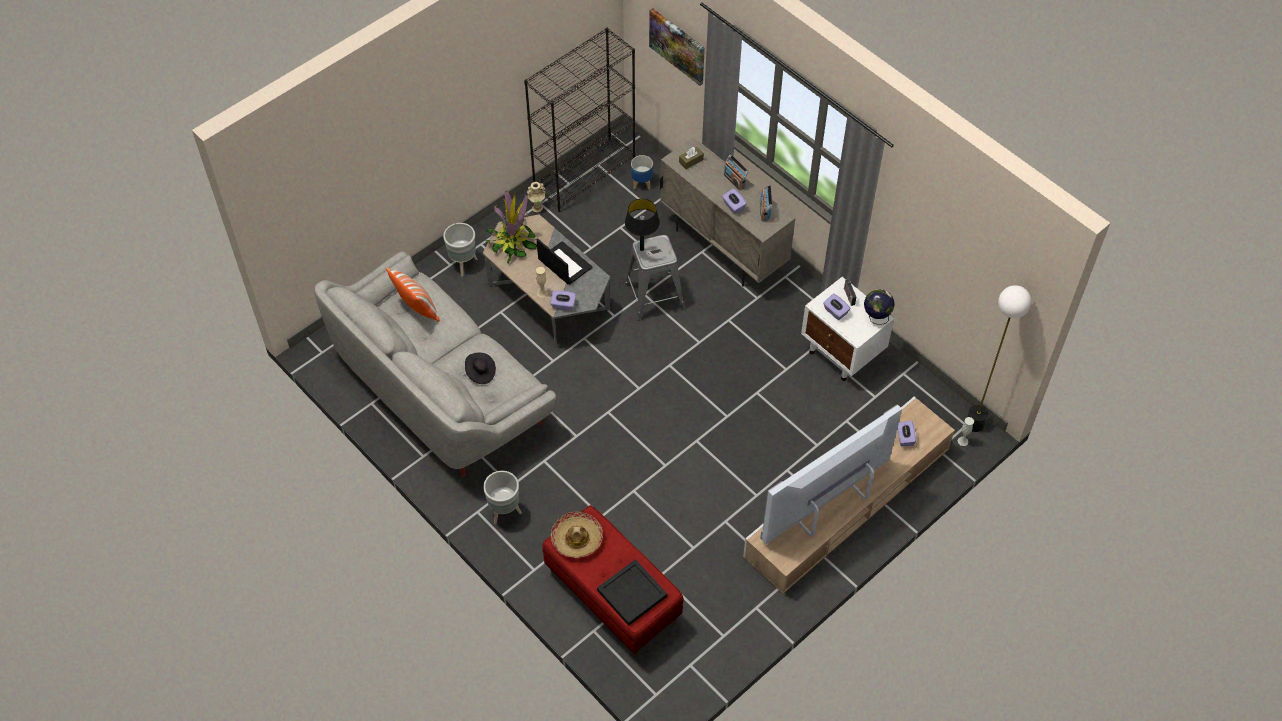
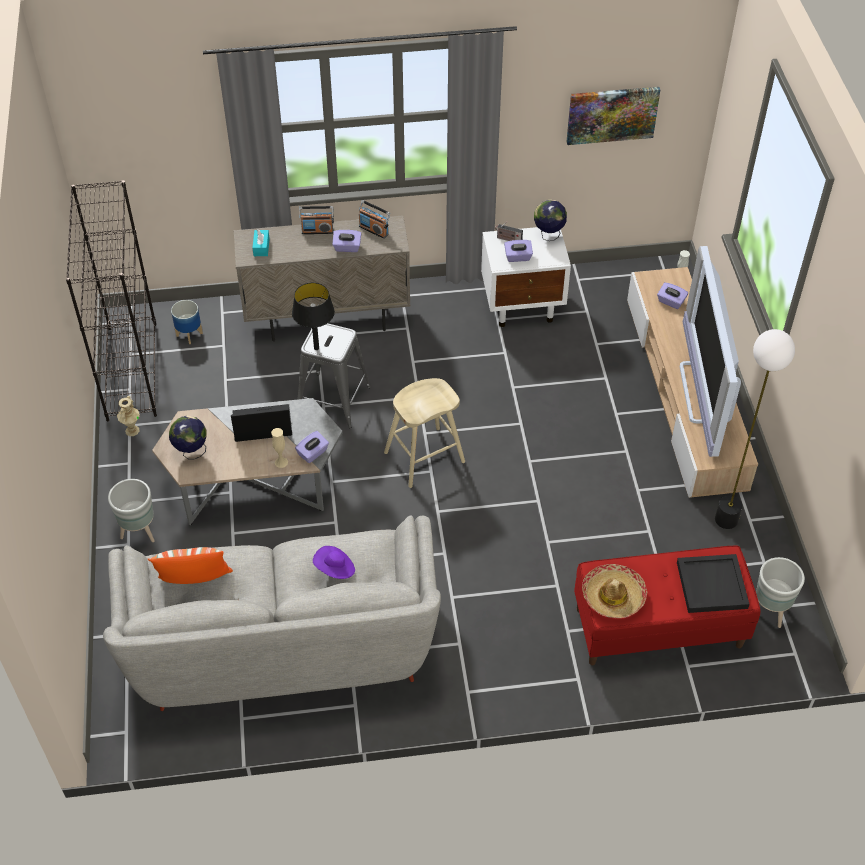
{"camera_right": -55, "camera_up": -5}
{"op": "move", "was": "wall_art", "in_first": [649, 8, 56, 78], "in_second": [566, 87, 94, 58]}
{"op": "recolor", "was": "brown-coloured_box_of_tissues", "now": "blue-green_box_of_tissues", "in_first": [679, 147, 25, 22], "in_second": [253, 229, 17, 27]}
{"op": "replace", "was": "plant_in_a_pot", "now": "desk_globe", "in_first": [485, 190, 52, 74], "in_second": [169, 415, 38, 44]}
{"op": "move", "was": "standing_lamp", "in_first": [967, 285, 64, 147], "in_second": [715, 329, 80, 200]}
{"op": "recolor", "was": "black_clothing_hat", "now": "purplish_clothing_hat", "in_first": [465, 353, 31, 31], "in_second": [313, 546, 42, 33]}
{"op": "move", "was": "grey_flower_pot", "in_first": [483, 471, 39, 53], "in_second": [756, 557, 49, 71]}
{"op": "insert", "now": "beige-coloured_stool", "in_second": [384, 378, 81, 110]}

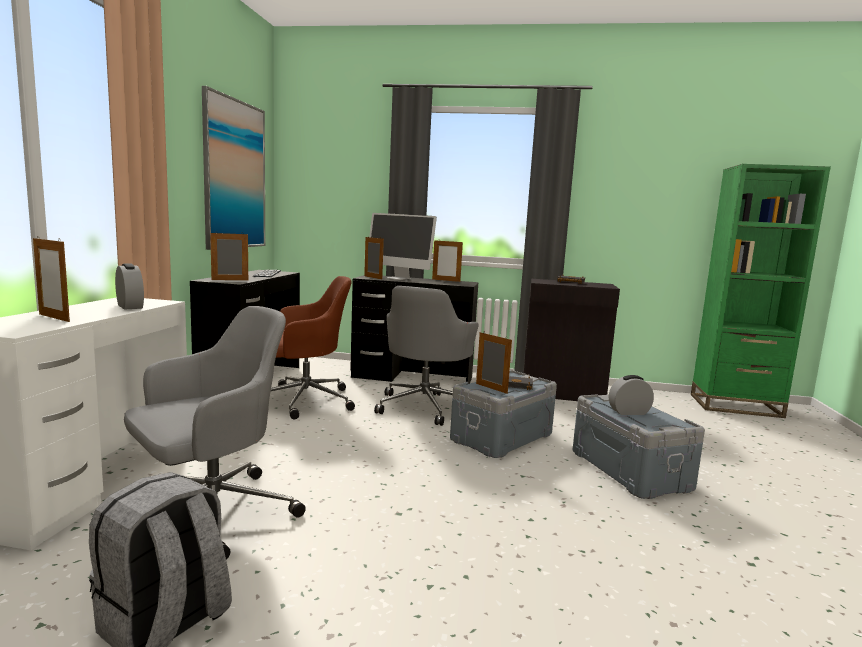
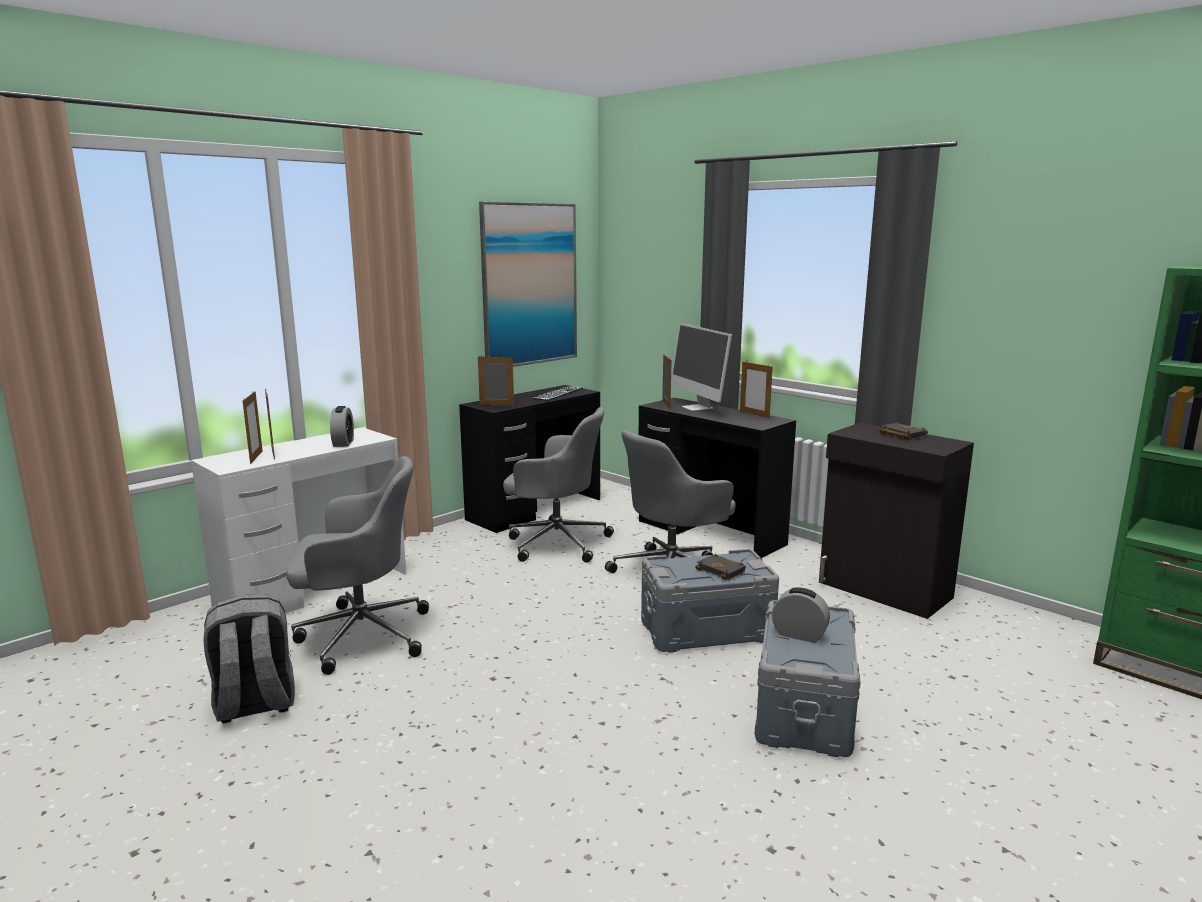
{"camera_right": 35, "camera_up": 5}
{"op": "recolor", "was": "brown-coloured_desk_chair", "now": "grey_desk_chair", "in_first": [271, 276, 84, 144], "in_second": [503, 407, 111, 156]}
{"op": "move", "was": "picture_frame", "in_first": [476, 332, 36, 62], "in_second": [243, 390, 20, 74]}

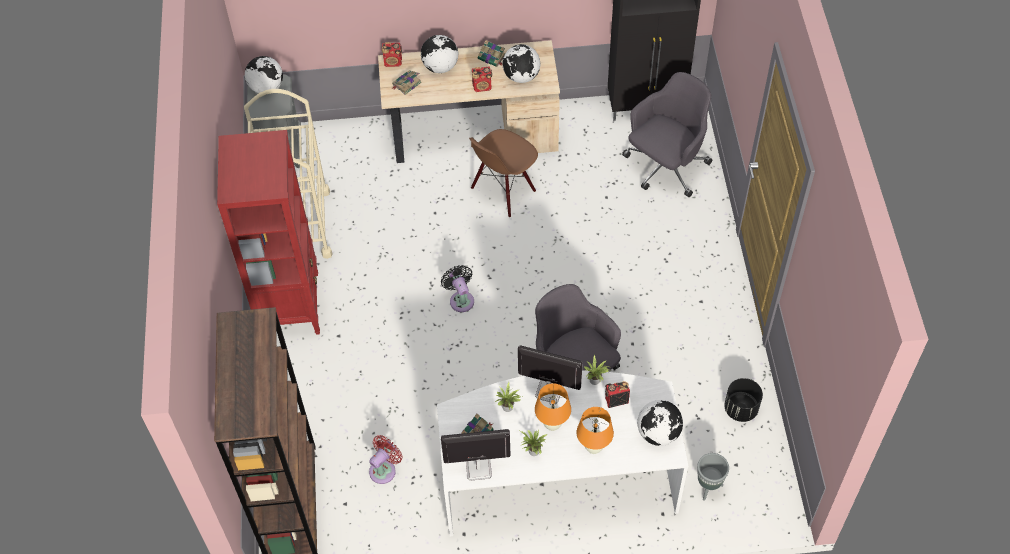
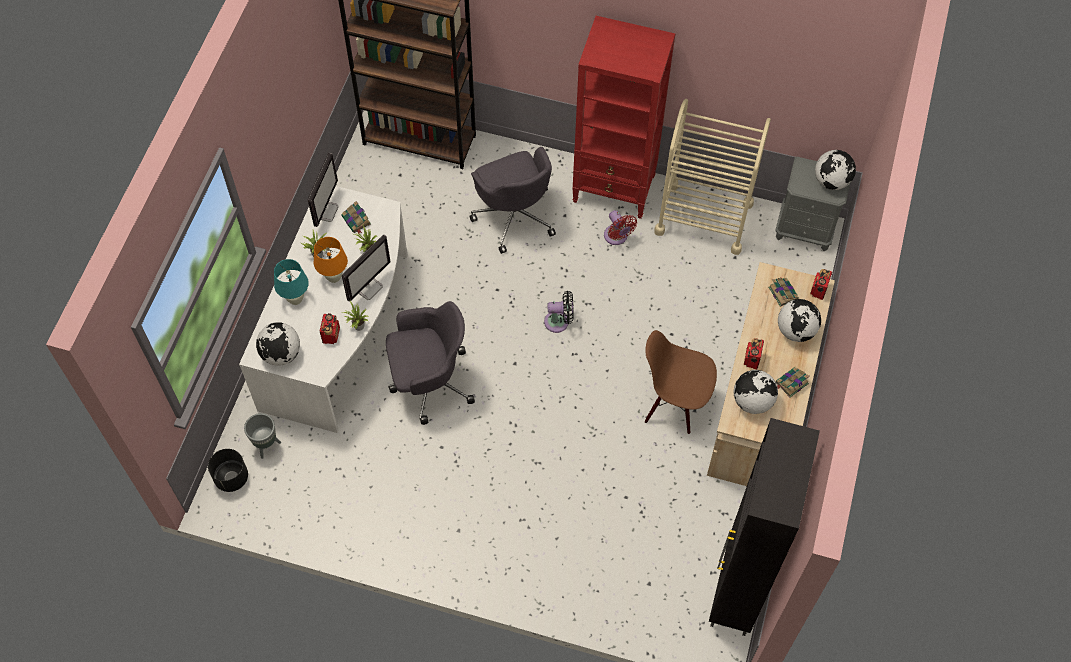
{"camera_right": 110, "camera_up": 5}
{"op": "move", "was": "grey_desk_chair", "in_first": [622, 72, 90, 125], "in_second": [470, 147, 86, 107]}
{"op": "rotate", "was": "brown-coloured_upright_chair", "in_first": [469, 129, 69, 88], "in_second": [645, 330, 72, 104], "clockwise": -45}
{"op": "move", "was": "black_flower_pot", "in_first": [724, 378, 39, 44], "in_second": [208, 449, 40, 43]}
{"op": "recolor", "was": "orangey_tabletop_lamp", "now": "blue-green_tabletop_lamp", "in_first": [577, 407, 37, 47], "in_second": [274, 259, 35, 46]}
{"op": "move", "was": "red-coloured_cooling_fan", "in_first": [369, 435, 33, 49], "in_second": [604, 210, 33, 35]}

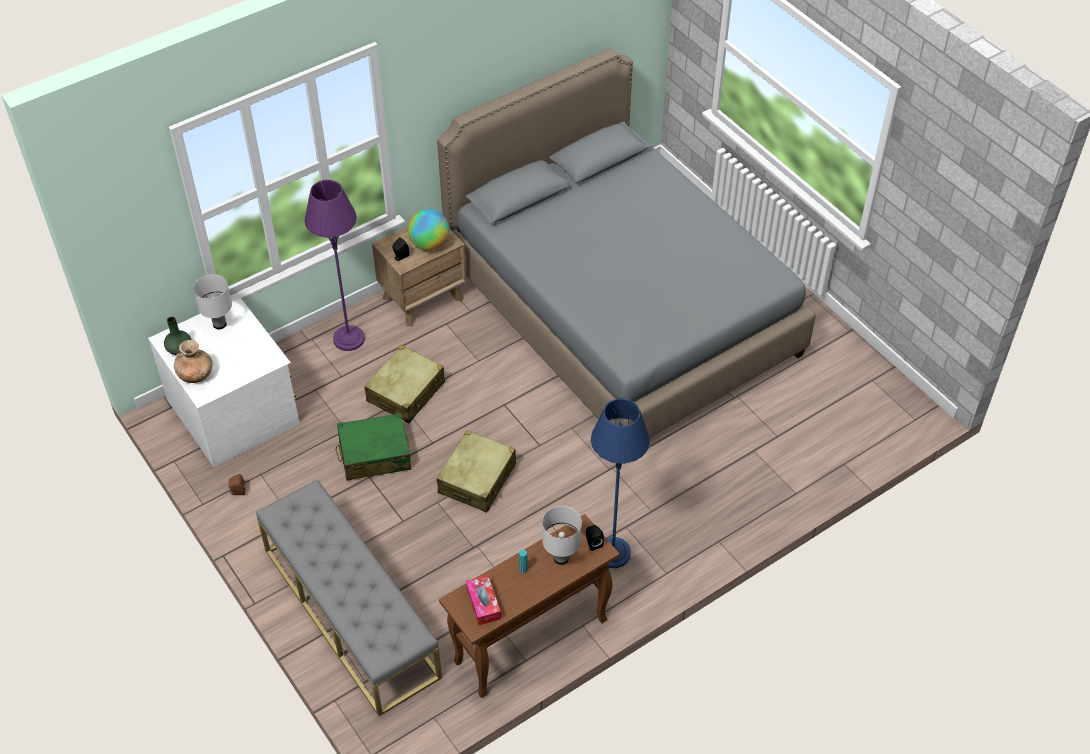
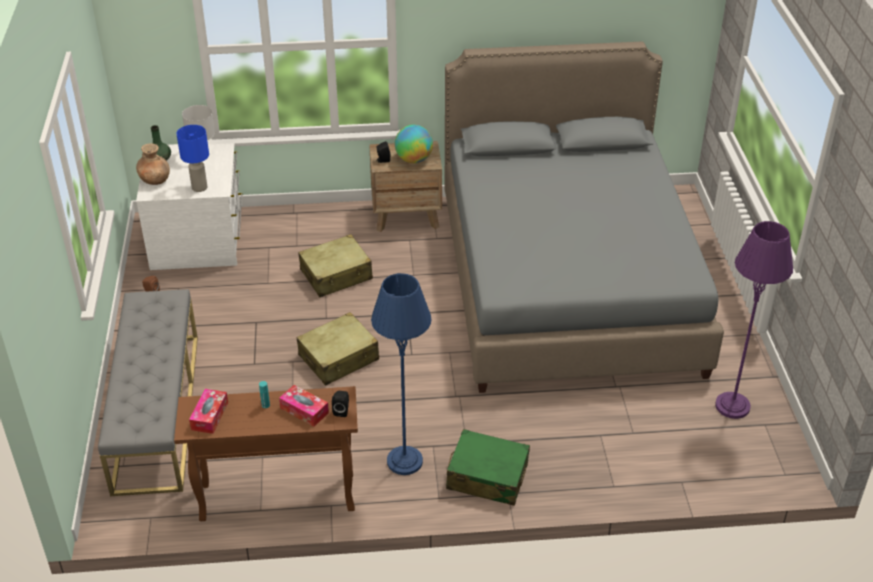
{"camera_right": 30, "camera_up": -10}
{"op": "move", "was": "purplish_standing_lamp", "in_first": [304, 180, 61, 171], "in_second": [715, 221, 78, 198]}
{"op": "move", "was": "green-coloured_suitcase", "in_first": [336, 413, 75, 68], "in_second": [446, 429, 84, 77]}
{"op": "replace", "was": "whitish_tabletop_lamp", "now": "box_of_tissues", "in_first": [542, 506, 40, 59], "in_second": [279, 385, 50, 42]}
{"op": "insert", "now": "bluish_tabletop_lamp", "in_second": [177, 125, 32, 67]}

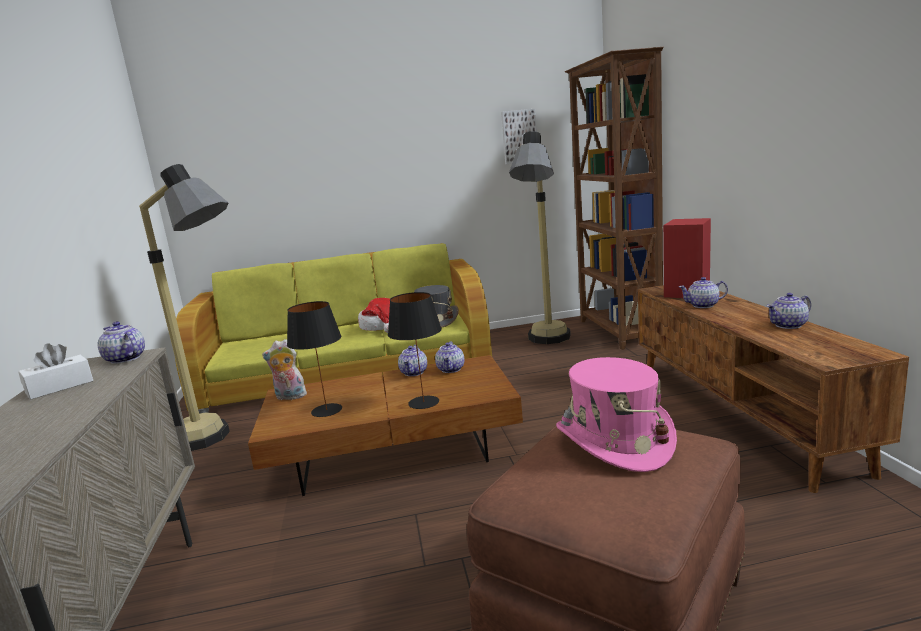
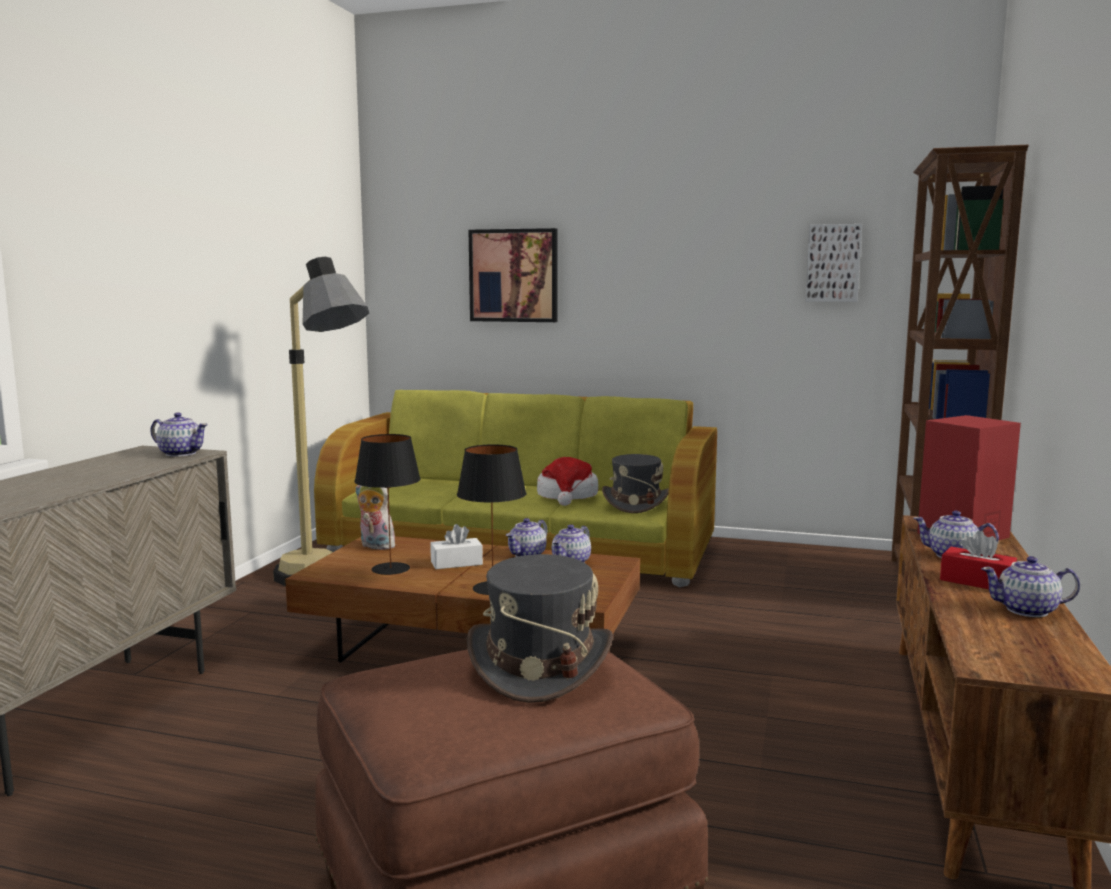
{"camera_right": 25, "camera_up": -5}
{"op": "delete", "was": "standing_lamp", "in_first": [509, 131, 62, 213]}
{"op": "rotate", "was": "pot_for_tea", "in_first": [98, 321, 47, 43], "in_second": [150, 412, 58, 45], "clockwise": 135}
{"op": "move", "was": "whitish_box_of_tissues", "in_first": [18, 344, 75, 55], "in_second": [430, 524, 53, 45]}
{"op": "recolor", "was": "pink-coloured_clothing_hat", "now": "grey_clothing_hat", "in_first": [556, 357, 121, 115], "in_second": [467, 554, 146, 149]}
{"op": "insert", "now": "wall_art", "in_second": [469, 228, 88, 94]}
{"op": "insert", "now": "red-coloured_box_of_tissues", "in_second": [940, 531, 77, 58]}

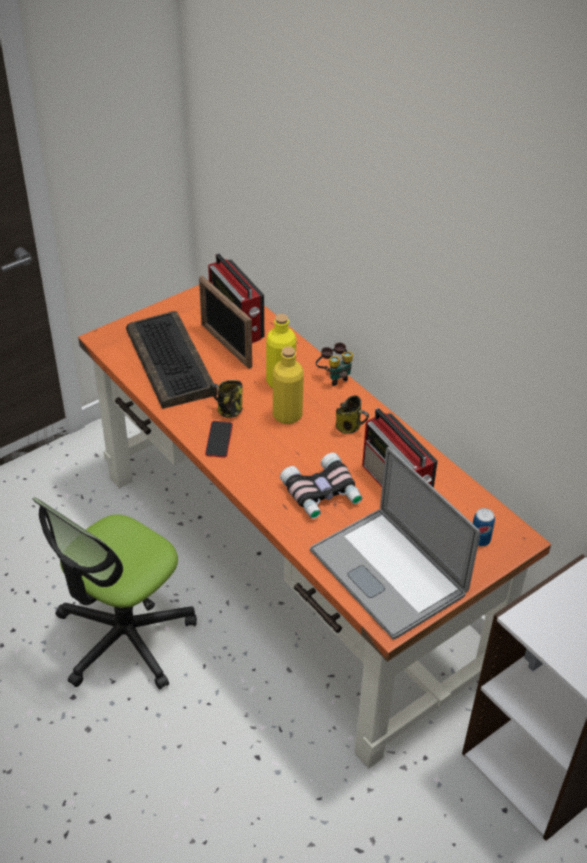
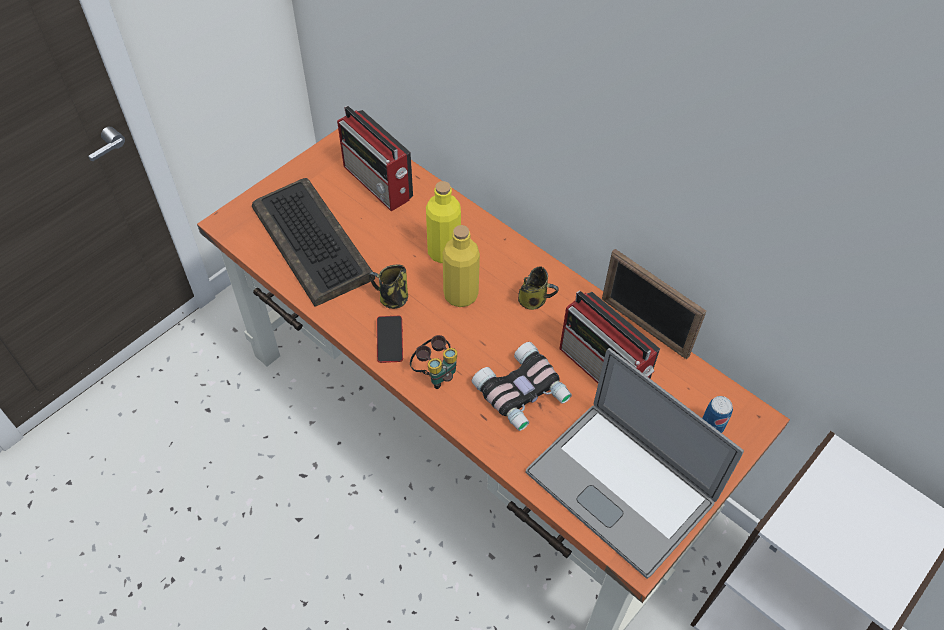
{"camera_right": -10, "camera_up": 10}
{"op": "move", "was": "picture_frame", "in_first": [199, 276, 53, 93], "in_second": [602, 249, 105, 110]}
{"op": "move", "was": "pair_of_binoculars", "in_first": [316, 343, 37, 43], "in_second": [410, 335, 47, 54]}
{"op": "delete", "was": "desk_chair", "in_first": [32, 497, 165, 192]}

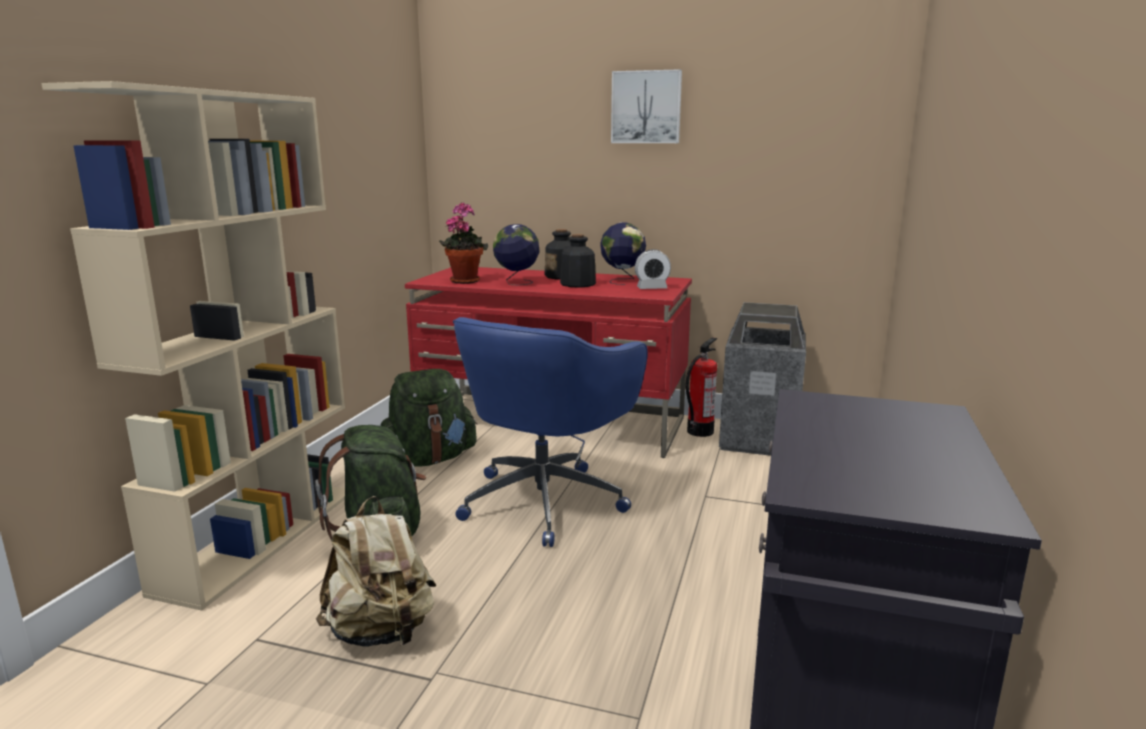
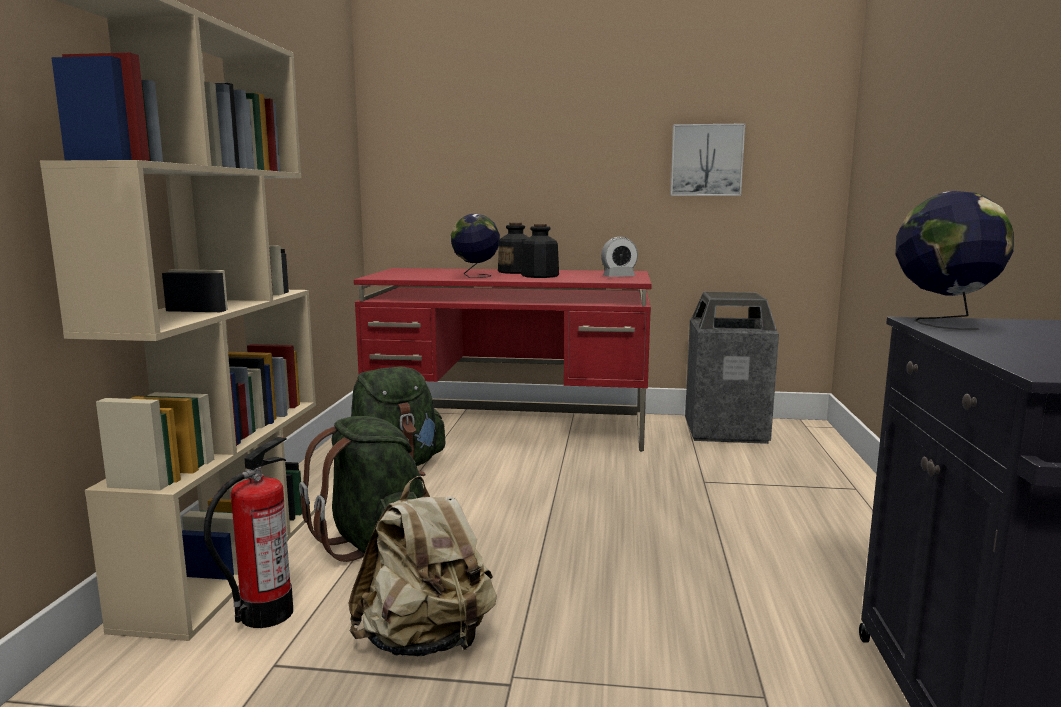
{"camera_right": -10, "camera_up": -5}
{"op": "move", "was": "wall_art", "in_first": [611, 69, 71, 74], "in_second": [670, 123, 75, 73]}
{"op": "delete", "was": "plant_in_a_pot", "in_first": [439, 202, 49, 82]}
{"op": "move", "was": "desk_globe", "in_first": [600, 222, 46, 63], "in_second": [895, 191, 119, 139]}
{"op": "delete", "was": "bluish_desk_chair", "in_first": [453, 317, 195, 230]}
{"op": "move", "was": "fire_extinguisher", "in_first": [685, 337, 33, 100], "in_second": [204, 437, 89, 191]}

